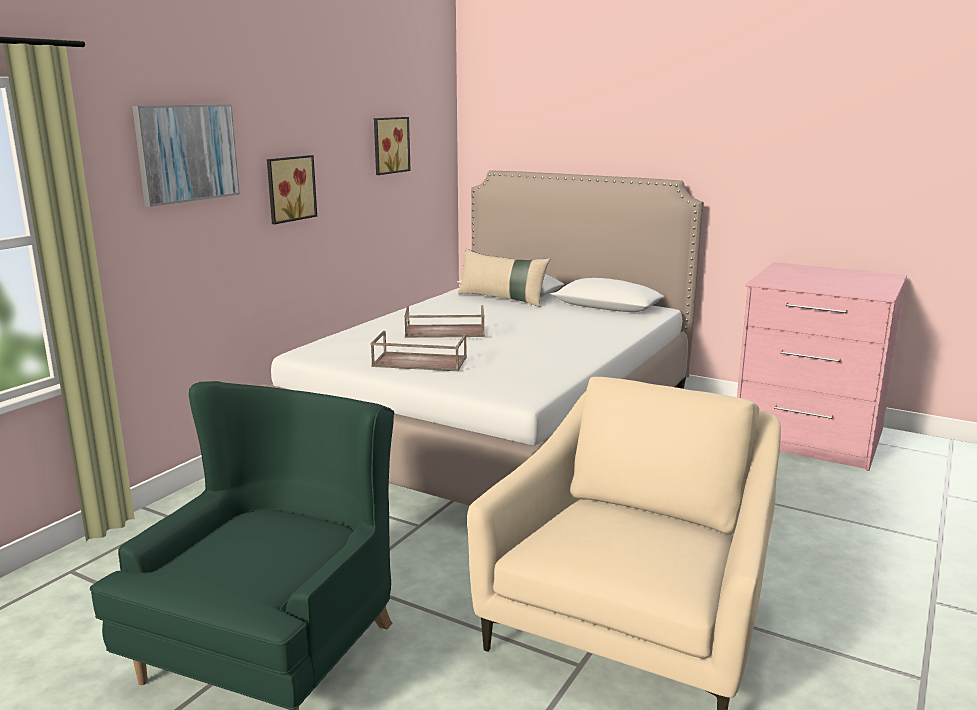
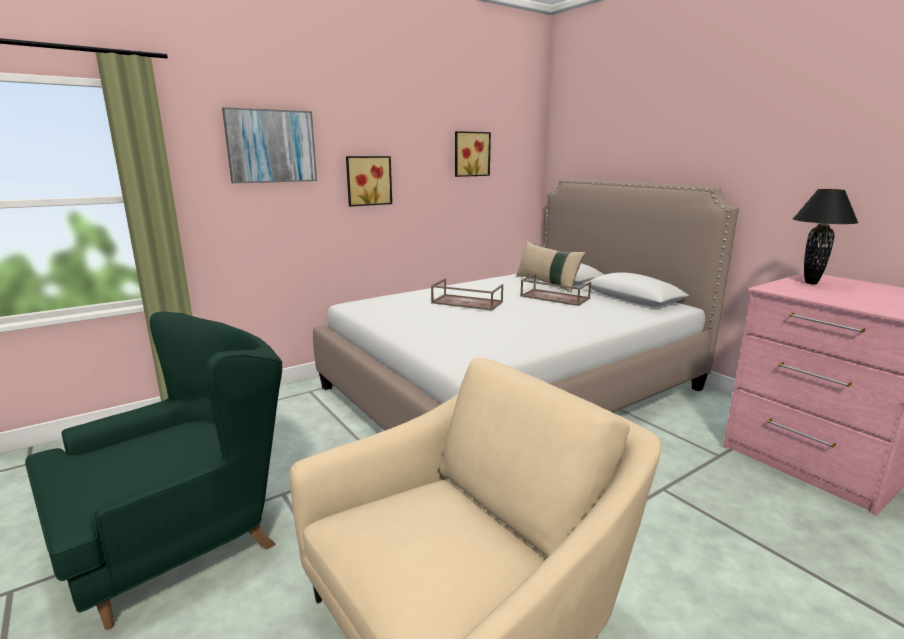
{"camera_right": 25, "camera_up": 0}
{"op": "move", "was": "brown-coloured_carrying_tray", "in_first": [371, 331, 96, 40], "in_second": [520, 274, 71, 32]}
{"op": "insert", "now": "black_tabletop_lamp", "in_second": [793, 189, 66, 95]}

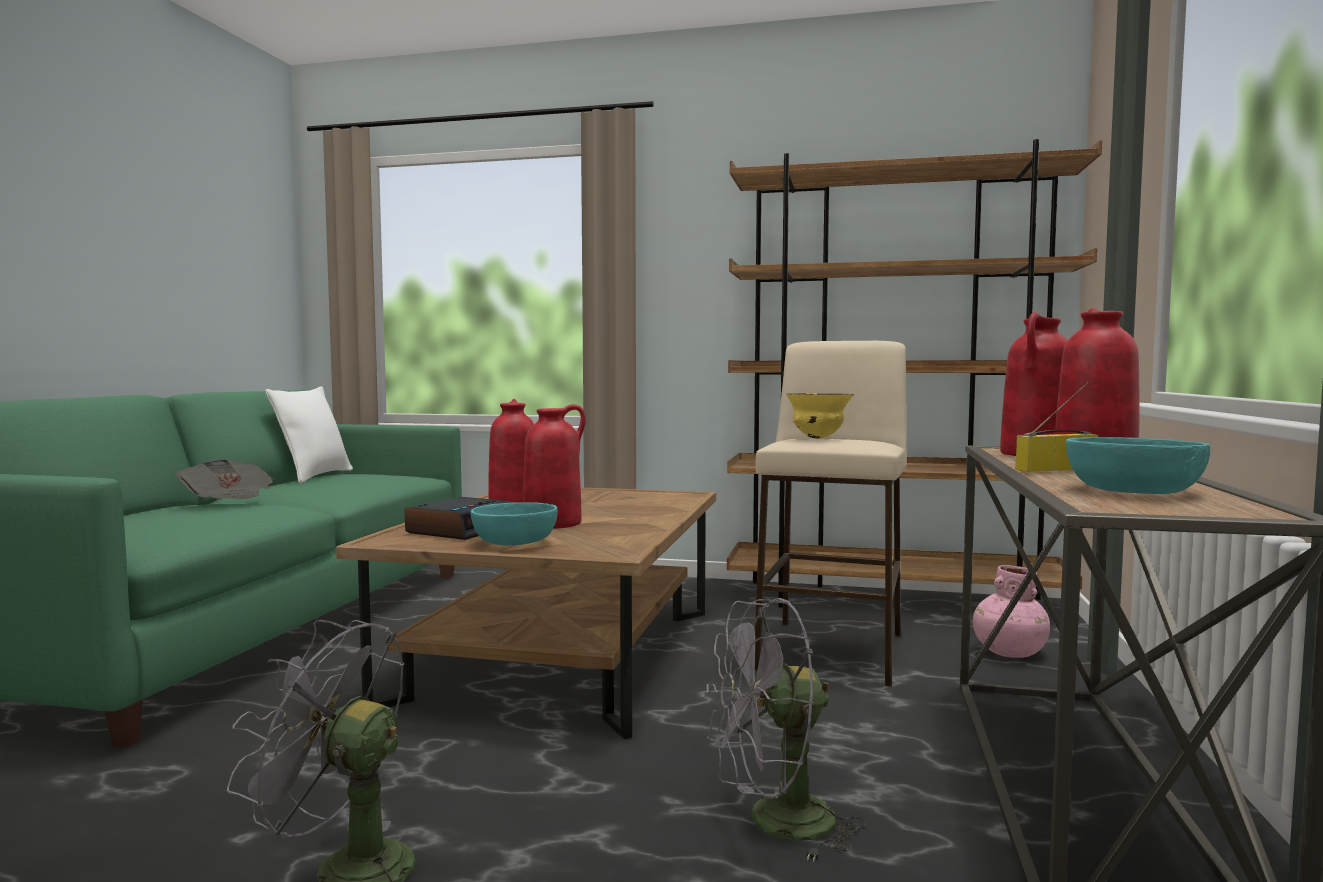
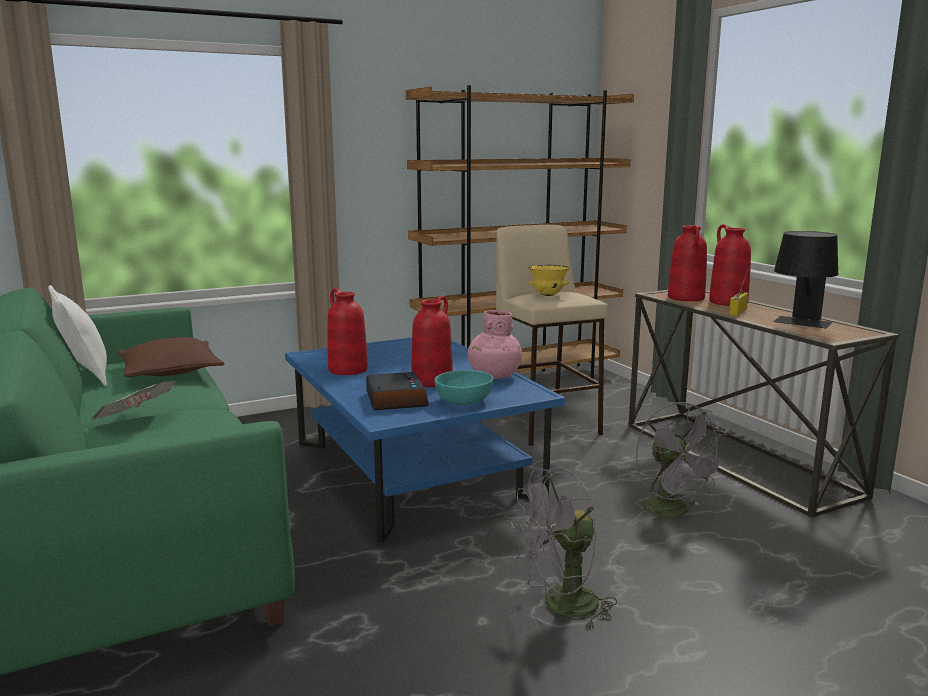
{"camera_right": -40, "camera_up": 10}
{"op": "replace", "was": "blue-green_deep_dish", "now": "black_tabletop_lamp", "in_first": [1066, 437, 144, 57], "in_second": [773, 231, 65, 97]}
{"op": "recolor", "was": "brown-coloured_coffee_table", "now": "bluish_coffee_table", "in_first": [336, 488, 380, 251], "in_second": [285, 338, 280, 205]}
{"op": "move", "was": "pink-coloured_flower_vase", "in_first": [973, 565, 77, 93], "in_second": [468, 310, 54, 69]}
{"op": "rotate", "was": "grey_cooling_fan", "in_first": [707, 598, 160, 264], "in_second": [636, 402, 91, 120], "clockwise": -60}
{"op": "insert", "now": "brown-coloured_throw_pillow", "in_second": [117, 337, 108, 40]}

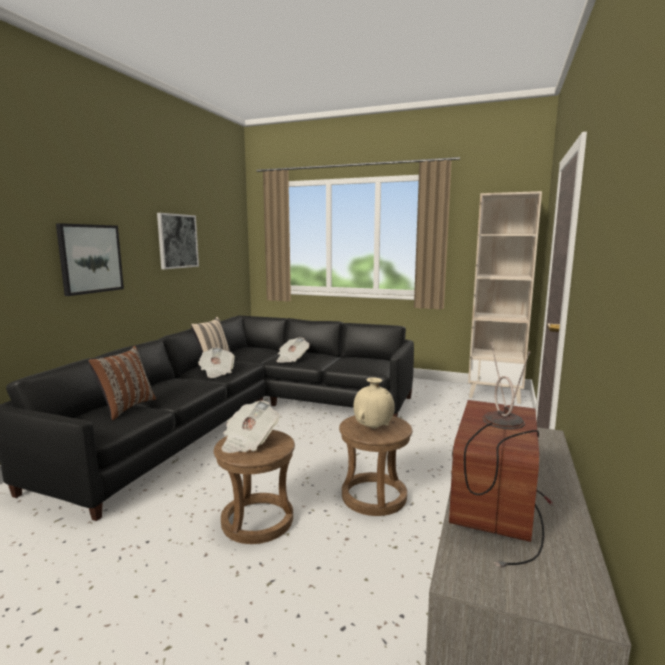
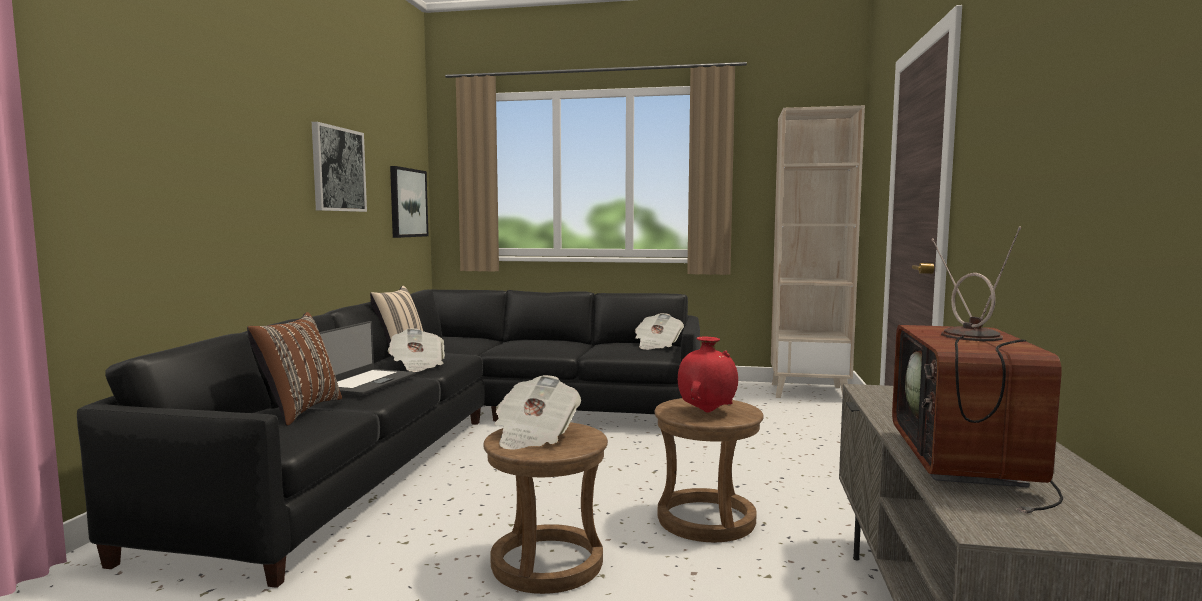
{"camera_right": -10, "camera_up": -5}
{"op": "move", "was": "wall_art", "in_first": [56, 223, 68, 73], "in_second": [390, 166, 38, 72]}
{"op": "move", "was": "printed_paper", "in_first": [277, 337, 32, 26], "in_second": [635, 313, 49, 37]}
{"op": "recolor", "was": "beige-coloured_flower_vase", "now": "red-coloured_flower_vase", "in_first": [353, 377, 42, 52], "in_second": [678, 337, 60, 76]}
{"op": "insert", "now": "laptop", "in_second": [319, 321, 97, 75]}

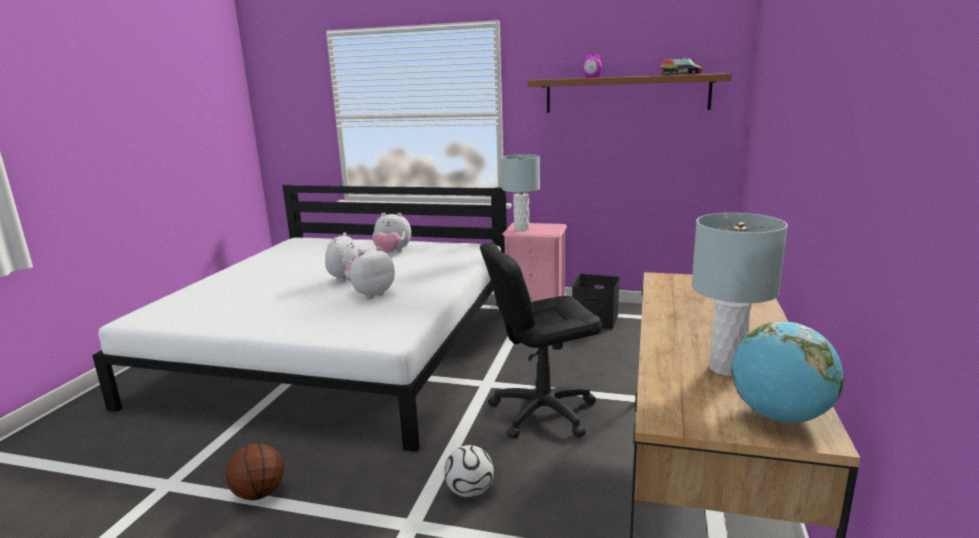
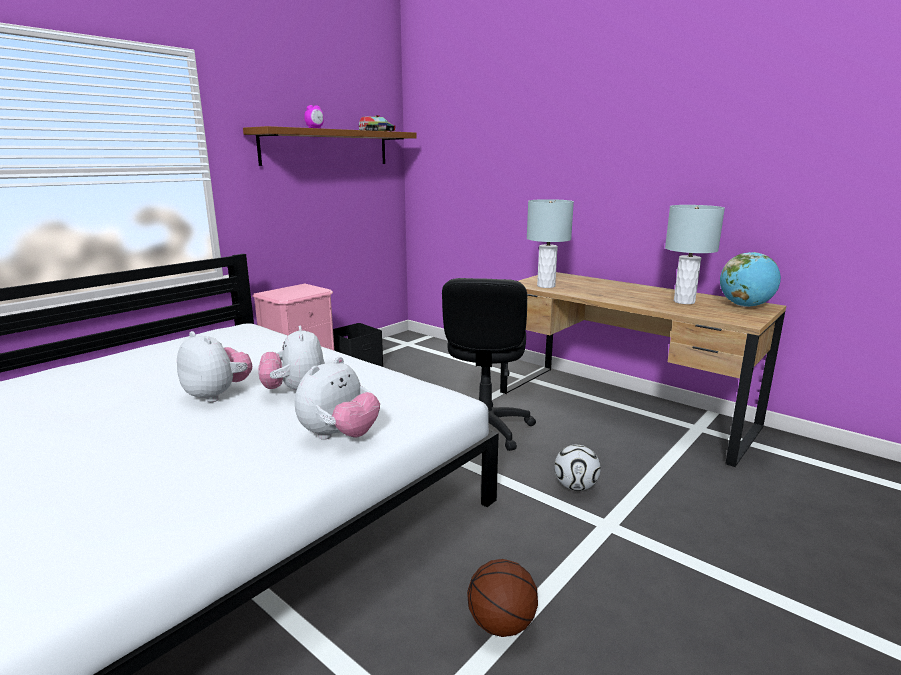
{"camera_right": -65, "camera_up": 0}
{"op": "move", "was": "grey_tabletop_lamp", "in_first": [501, 154, 39, 77], "in_second": [527, 199, 47, 89]}
{"op": "move", "was": "soft_toy", "in_first": [372, 213, 39, 40], "in_second": [295, 357, 85, 83]}

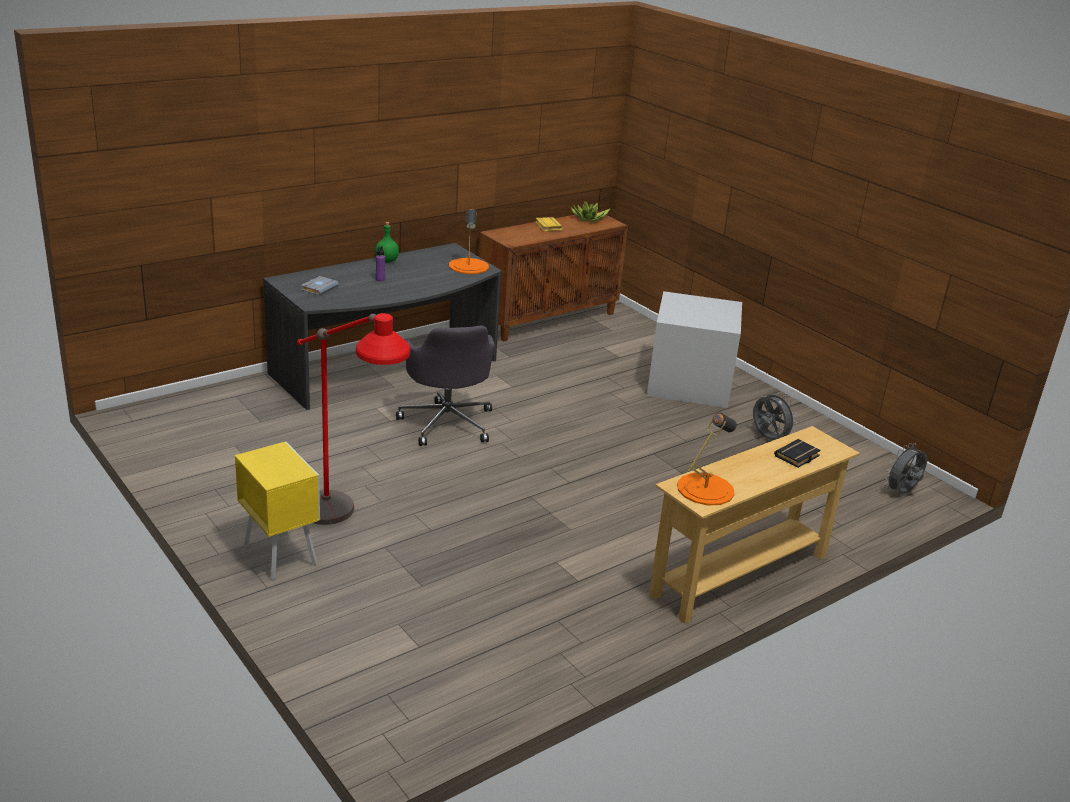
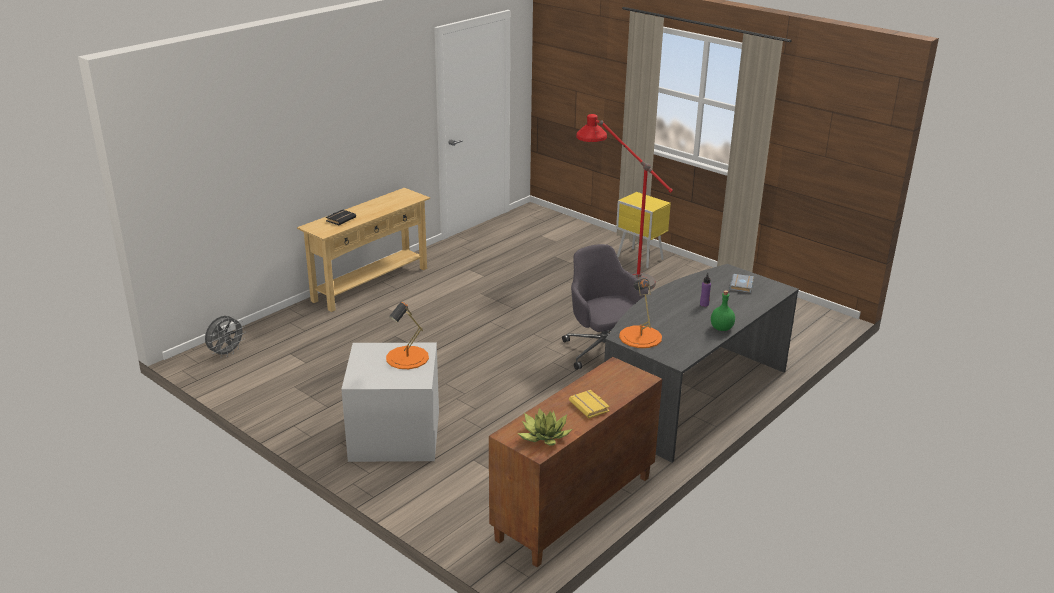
{"camera_right": 170, "camera_up": 0}
{"op": "delete", "was": "grey_cooling_fan", "in_first": [753, 391, 44, 49]}
{"op": "move", "was": "orangey_tabletop_lamp", "in_first": [677, 413, 60, 92], "in_second": [386, 302, 43, 67]}

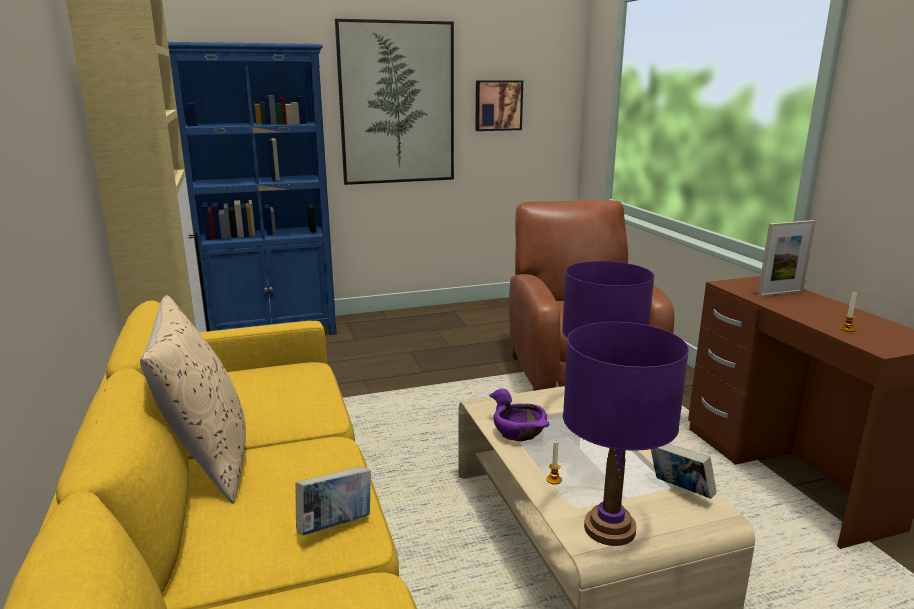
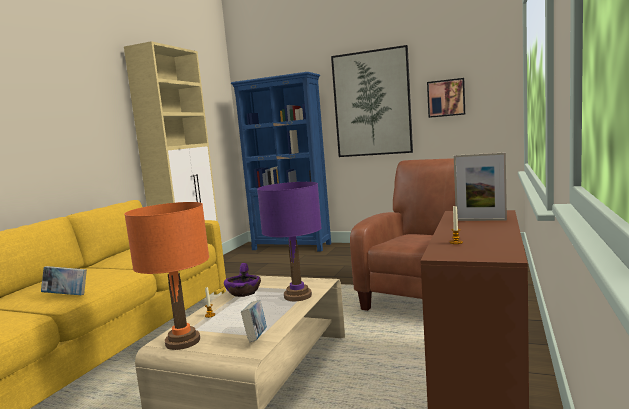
{"camera_right": 40, "camera_up": -10}
{"op": "delete", "was": "beige-coloured_throw_pillow", "in_first": [140, 295, 106, 209]}
{"op": "recolor", "was": "purplish_tabletop_lamp", "now": "orangey_tabletop_lamp", "in_first": [563, 322, 126, 224], "in_second": [124, 202, 85, 148]}

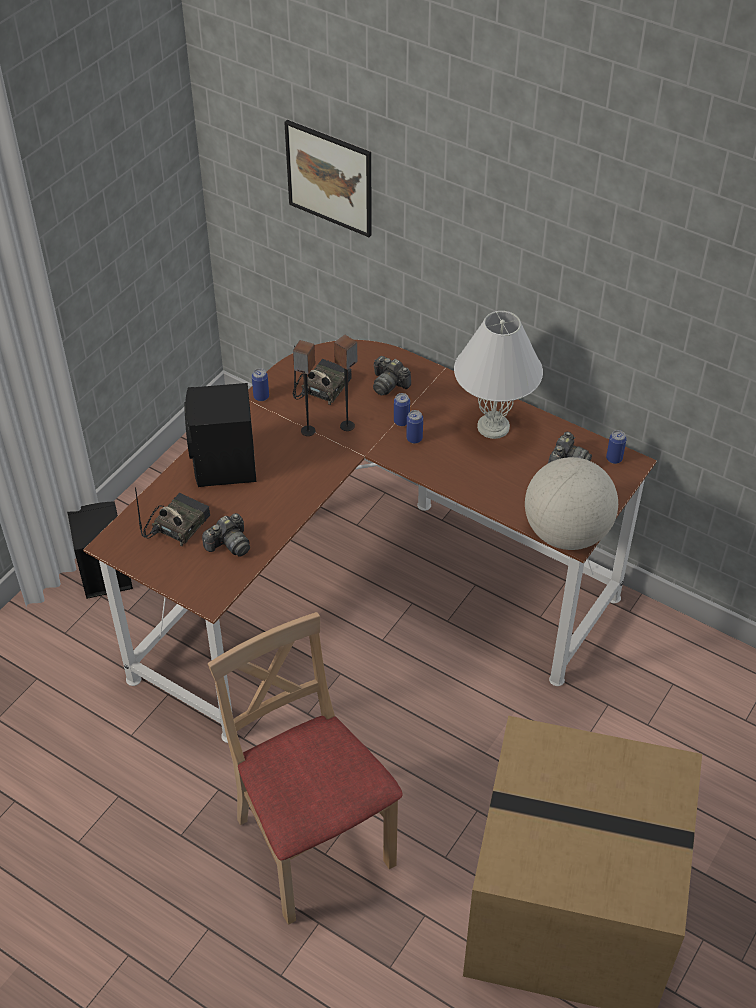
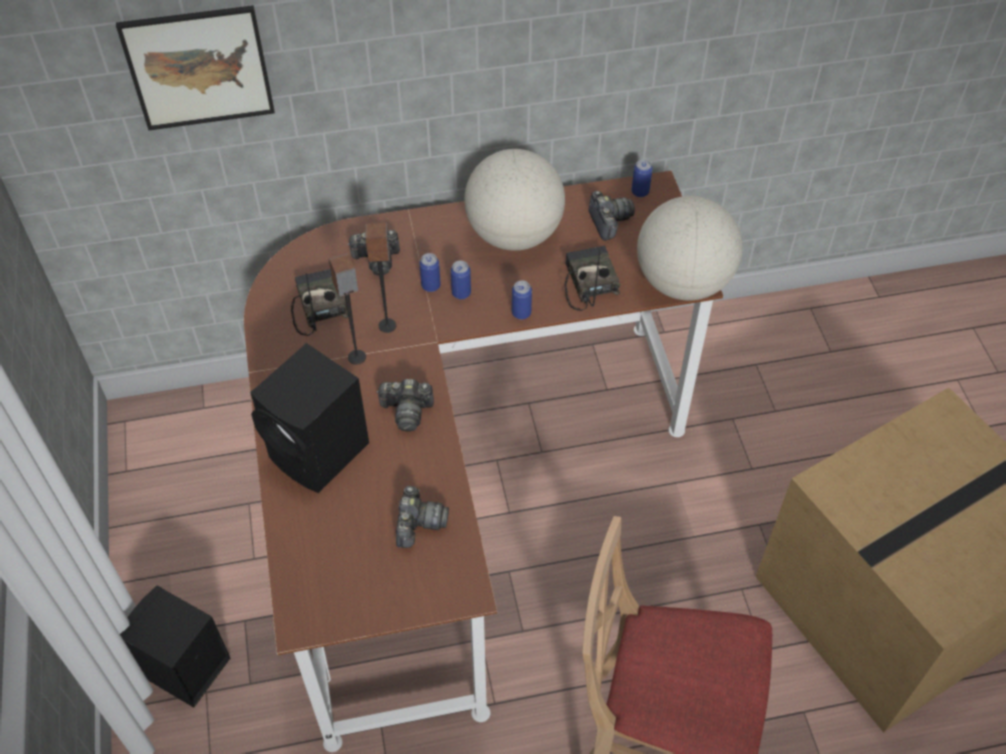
{"camera_right": -45, "camera_up": 5}
{"op": "replace", "was": "whitish_tabletop_lamp", "now": "desk_globe", "in_first": [454, 311, 89, 128], "in_second": [464, 149, 101, 102]}
{"op": "move", "was": "metal_can", "in_first": [252, 368, 17, 33], "in_second": [512, 280, 20, 40]}
{"op": "move", "was": "radio", "in_first": [135, 487, 75, 59], "in_second": [564, 246, 56, 65]}
{"op": "insert", "now": "still_camera", "in_second": [377, 379, 57, 52]}

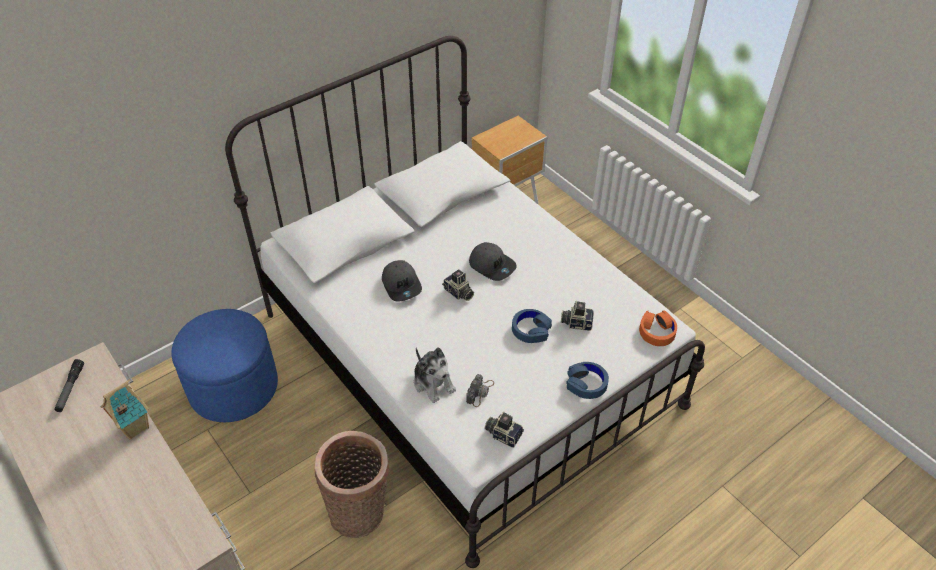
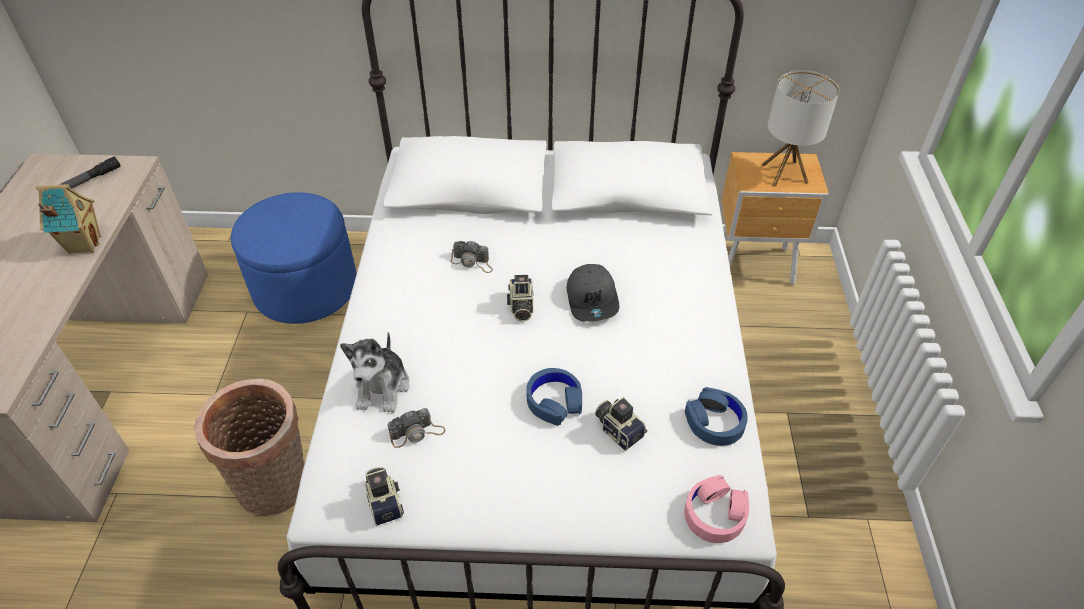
{"camera_right": 40, "camera_up": 0}
{"op": "replace", "was": "grey_baseball_cap", "now": "still_camera", "in_first": [382, 260, 40, 42], "in_second": [451, 240, 42, 33]}
{"op": "recolor", "was": "orangey_headphones", "now": "pink-coloured_headphones", "in_first": [639, 310, 38, 36], "in_second": [684, 475, 65, 68]}
{"op": "move", "was": "bluish_headphones", "in_first": [566, 362, 43, 37], "in_second": [685, 387, 63, 59]}
{"op": "insert", "now": "tabletop_lamp", "in_second": [761, 70, 78, 117]}

